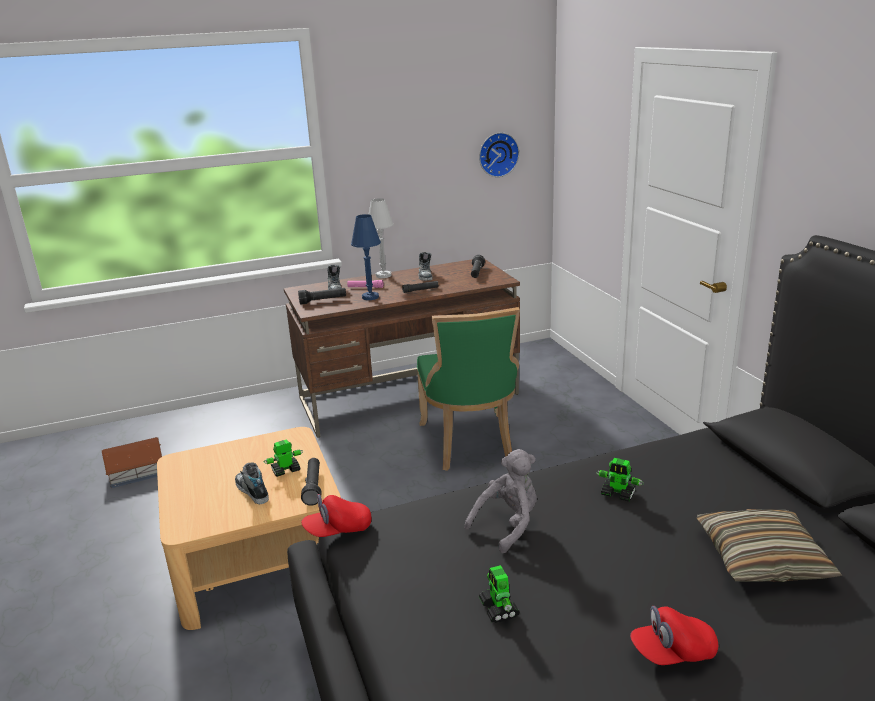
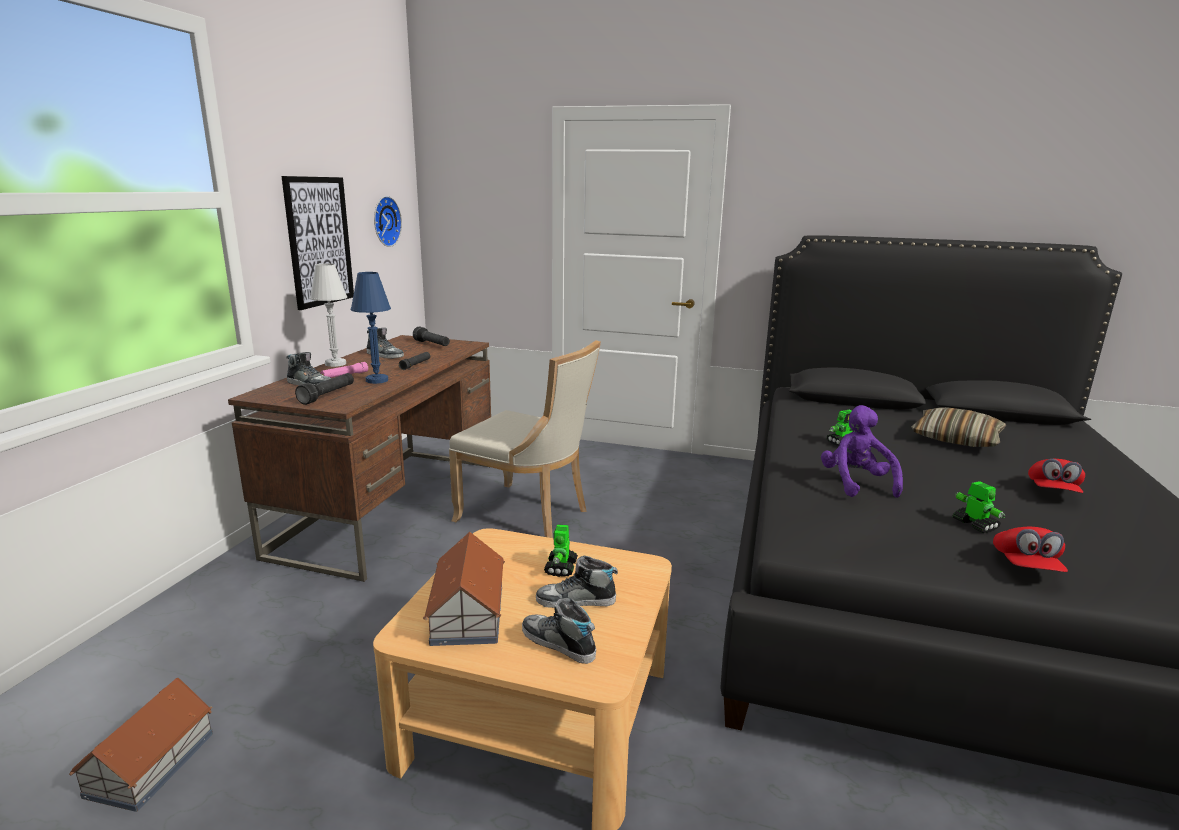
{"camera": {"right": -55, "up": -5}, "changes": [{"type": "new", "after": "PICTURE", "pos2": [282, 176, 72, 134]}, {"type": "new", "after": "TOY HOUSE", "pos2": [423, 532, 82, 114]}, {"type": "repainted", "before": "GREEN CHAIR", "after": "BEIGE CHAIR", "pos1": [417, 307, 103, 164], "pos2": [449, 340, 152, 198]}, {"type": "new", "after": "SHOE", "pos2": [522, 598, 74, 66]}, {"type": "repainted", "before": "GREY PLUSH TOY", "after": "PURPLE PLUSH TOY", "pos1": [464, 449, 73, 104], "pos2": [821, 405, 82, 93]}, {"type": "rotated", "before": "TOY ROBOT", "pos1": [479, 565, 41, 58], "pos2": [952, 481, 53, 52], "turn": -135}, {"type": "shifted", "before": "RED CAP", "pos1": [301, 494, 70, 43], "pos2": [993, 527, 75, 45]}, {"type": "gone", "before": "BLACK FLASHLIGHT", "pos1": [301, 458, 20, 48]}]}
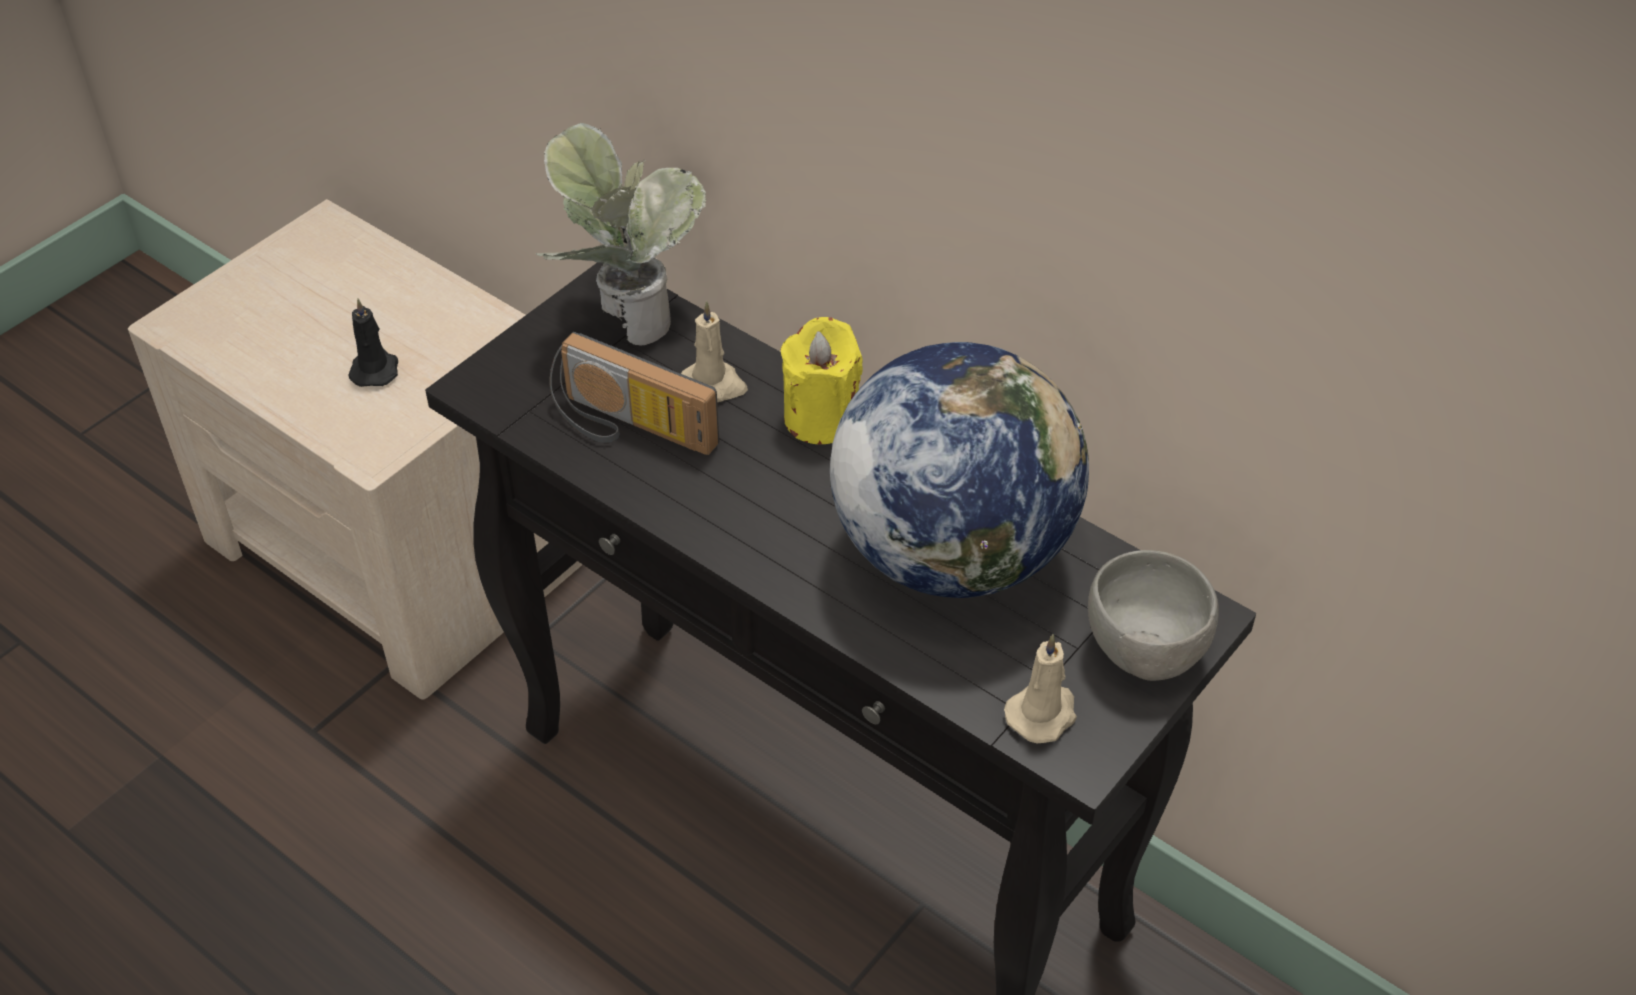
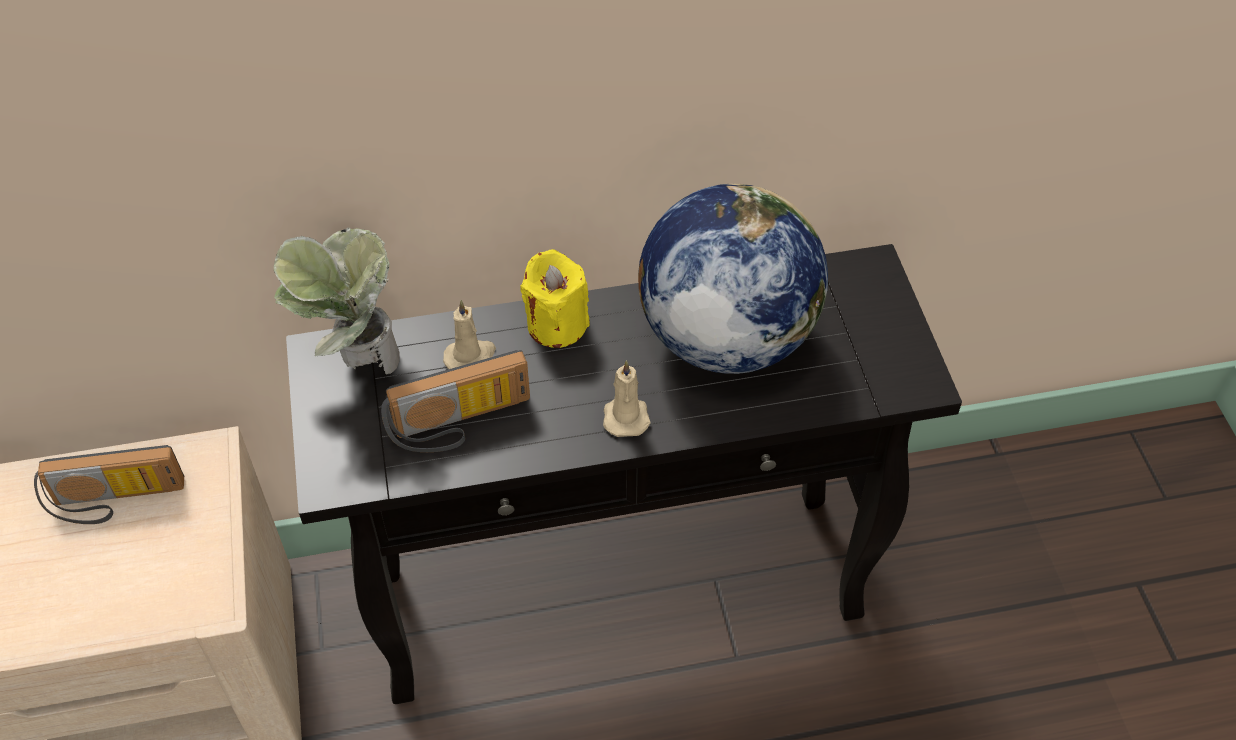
{"camera": {"right": -50, "up": 5}, "changes": [{"type": "new", "after": "RADIO", "pos2": [34, 445, 150, 79]}, {"type": "shifted", "before": "BEIGE CANDLE", "pos1": [1004, 634, 73, 109], "pos2": [603, 360, 48, 77]}, {"type": "gone", "before": "BLACK CANDLE", "pos1": [348, 298, 50, 89]}, {"type": "gone", "before": "GREY BOWL", "pos1": [1088, 550, 131, 131]}]}
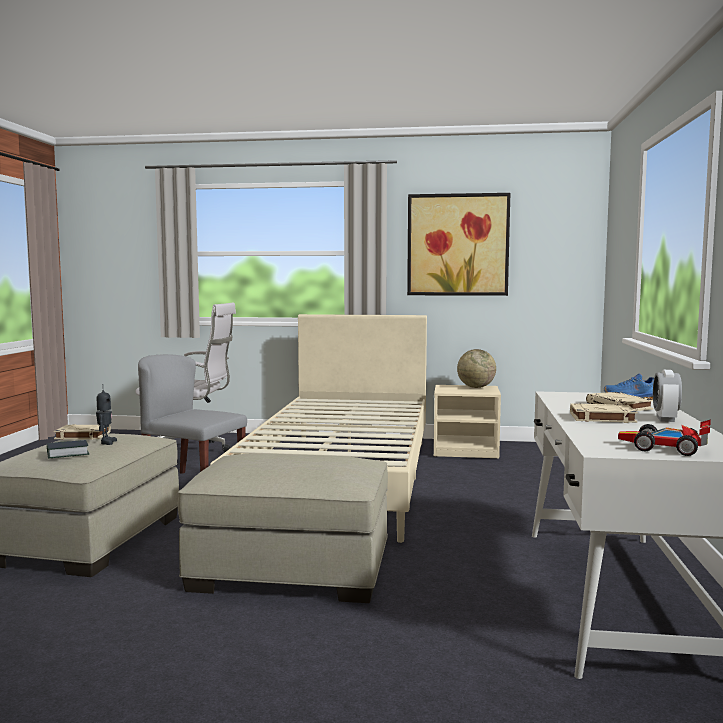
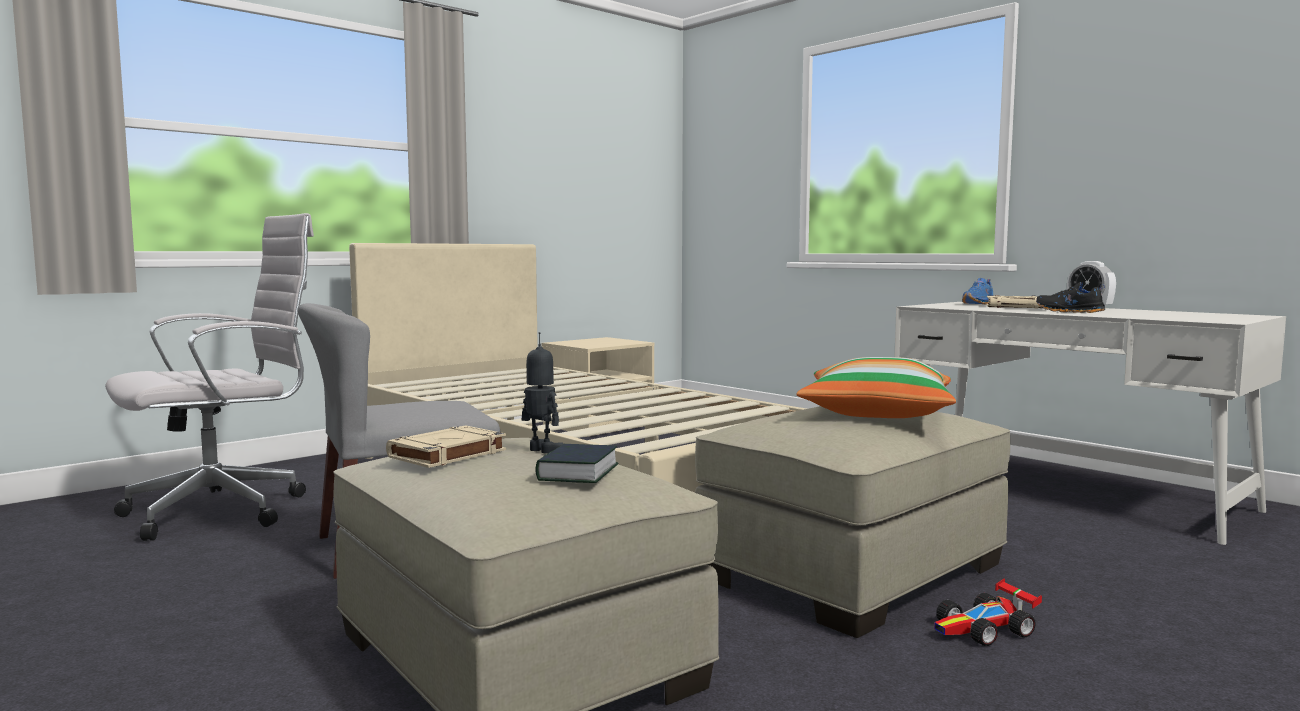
{"camera": {"right": -50, "up": 0}, "changes": [{"type": "new", "after": "PILLOW", "pos2": [797, 357, 159, 61]}, {"type": "shifted", "before": "TOY CAR", "pos1": [618, 419, 93, 37], "pos2": [934, 578, 108, 68]}, {"type": "swapped", "before": "BEIGE BOOK", "after": "BLACK SHOE", "pos1": [570, 403, 68, 20], "pos2": [1036, 282, 69, 31]}, {"type": "gone", "before": "PICTURE", "pos1": [407, 193, 103, 103]}, {"type": "gone", "before": "GLOBE", "pos1": [457, 349, 39, 39]}]}
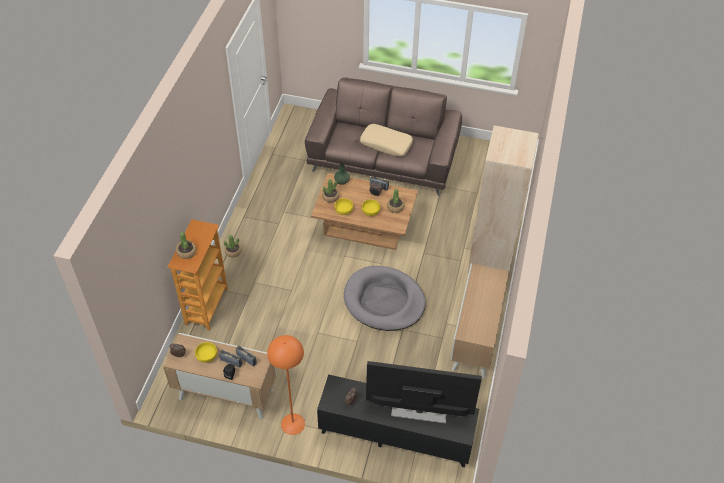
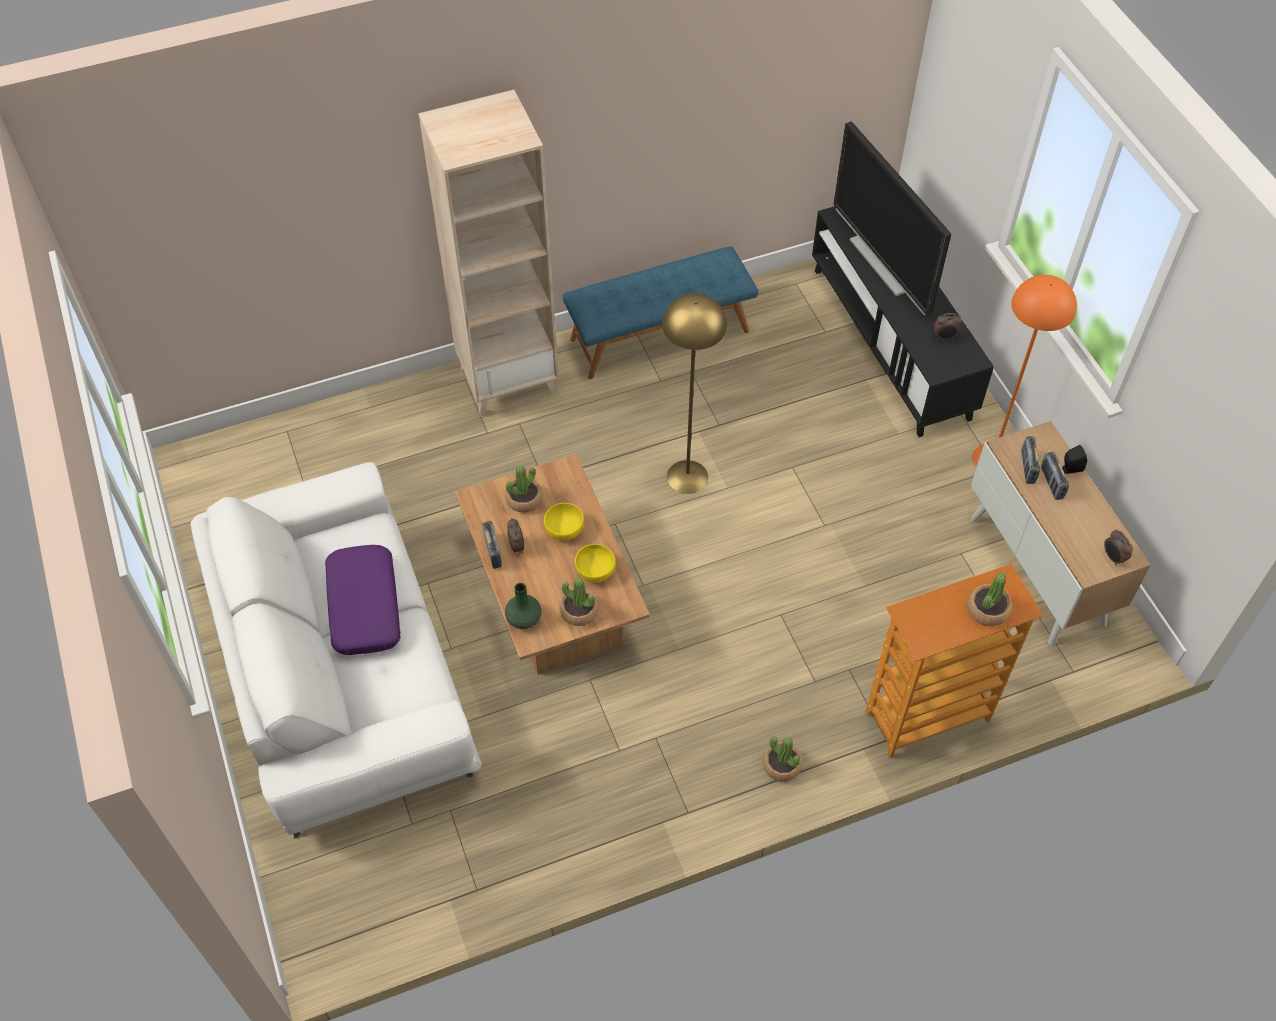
{"camera": {"right": -125, "up": 5}, "changes": [{"type": "repainted", "before": "BROWN SOFA", "after": "WHITE SOFA", "pos1": [305, 77, 157, 119], "pos2": [191, 462, 291, 377]}, {"type": "repainted", "before": "BEIGE PILLOW", "after": "PURPLE PILLOW", "pos1": [360, 124, 53, 33], "pos2": [325, 545, 76, 110]}, {"type": "swapped", "before": "CABINET", "after": "BLUE BENCH", "pos1": [450, 264, 59, 114], "pos2": [563, 246, 195, 133]}, {"type": "swapped", "before": "GREY DOG BED", "after": "YELLOW FLOOR LAMP", "pos1": [344, 266, 82, 65], "pos2": [662, 293, 65, 201]}, {"type": "gone", "before": "YELLOW BOWL", "pos1": [195, 342, 22, 21]}]}
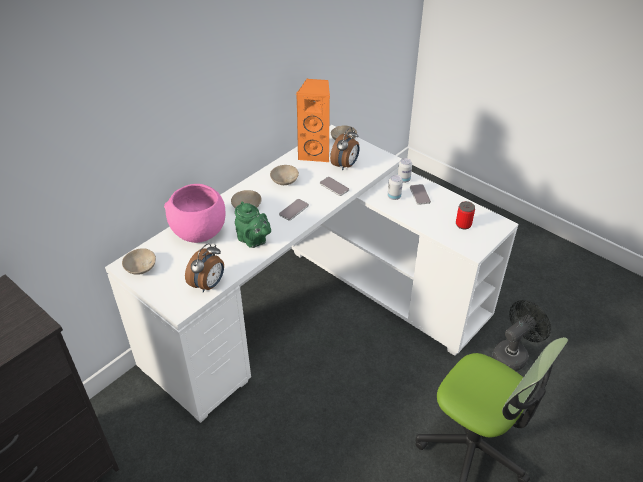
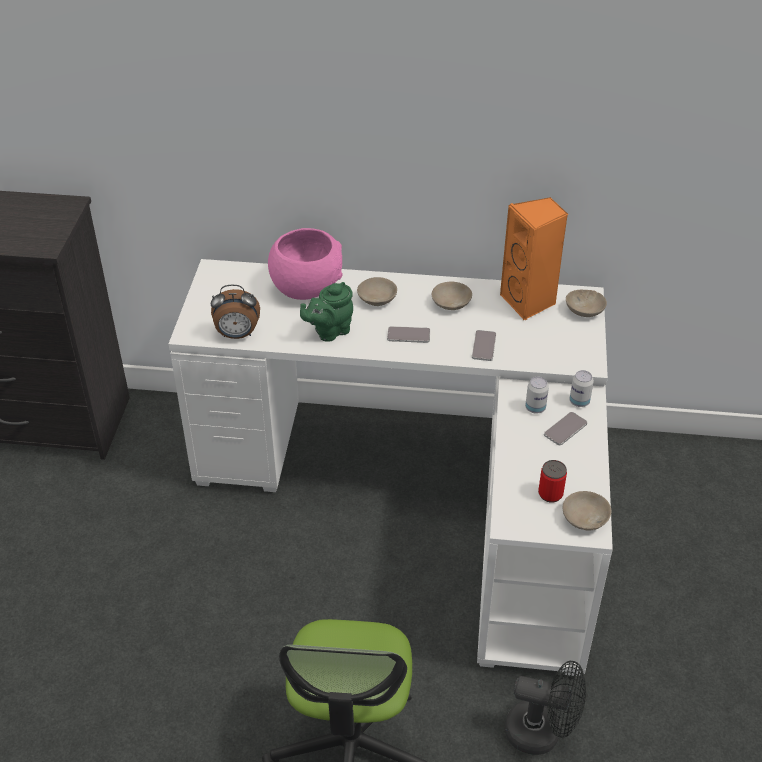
{"camera": {"right": 55, "up": 0}, "changes": [{"type": "rotated", "before": "GREEN TEAPOT", "pos1": [235, 201, 36, 47], "pos2": [300, 282, 53, 60], "turn": 45}, {"type": "shifted", "before": "BEIGE BOWL", "pos1": [122, 248, 34, 27], "pos2": [563, 491, 48, 40]}, {"type": "gone", "before": "ALARM CLOCK", "pos1": [330, 127, 30, 44]}]}
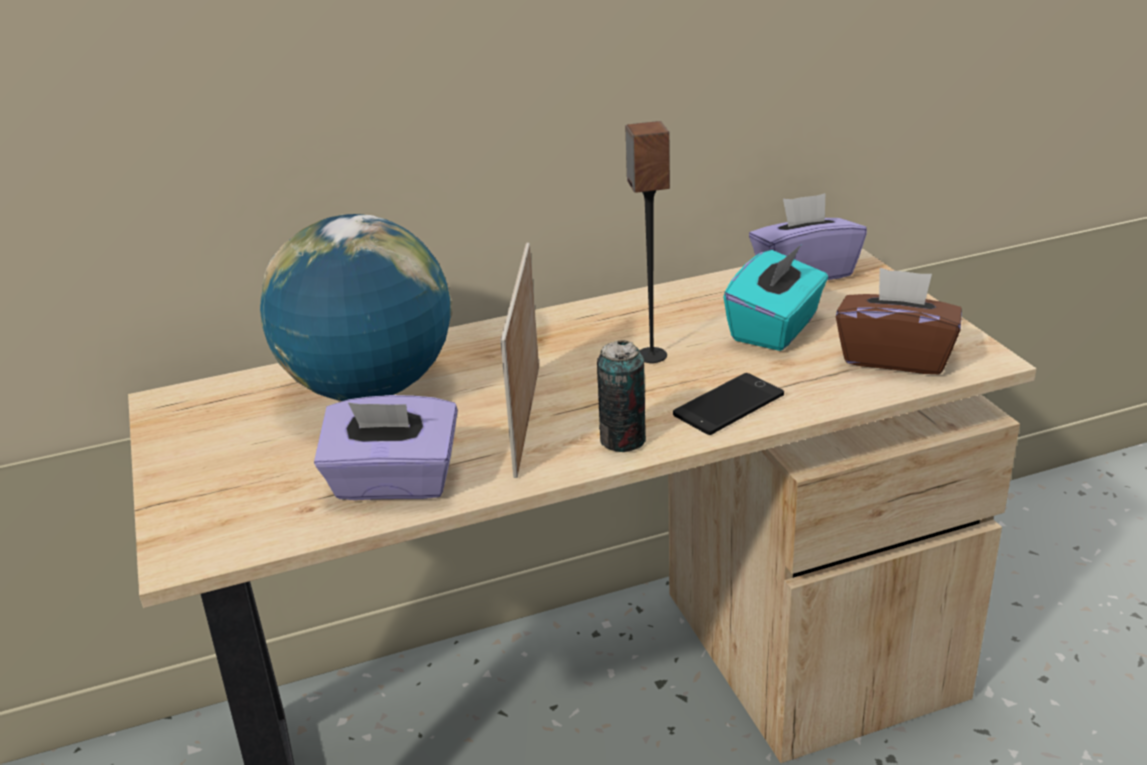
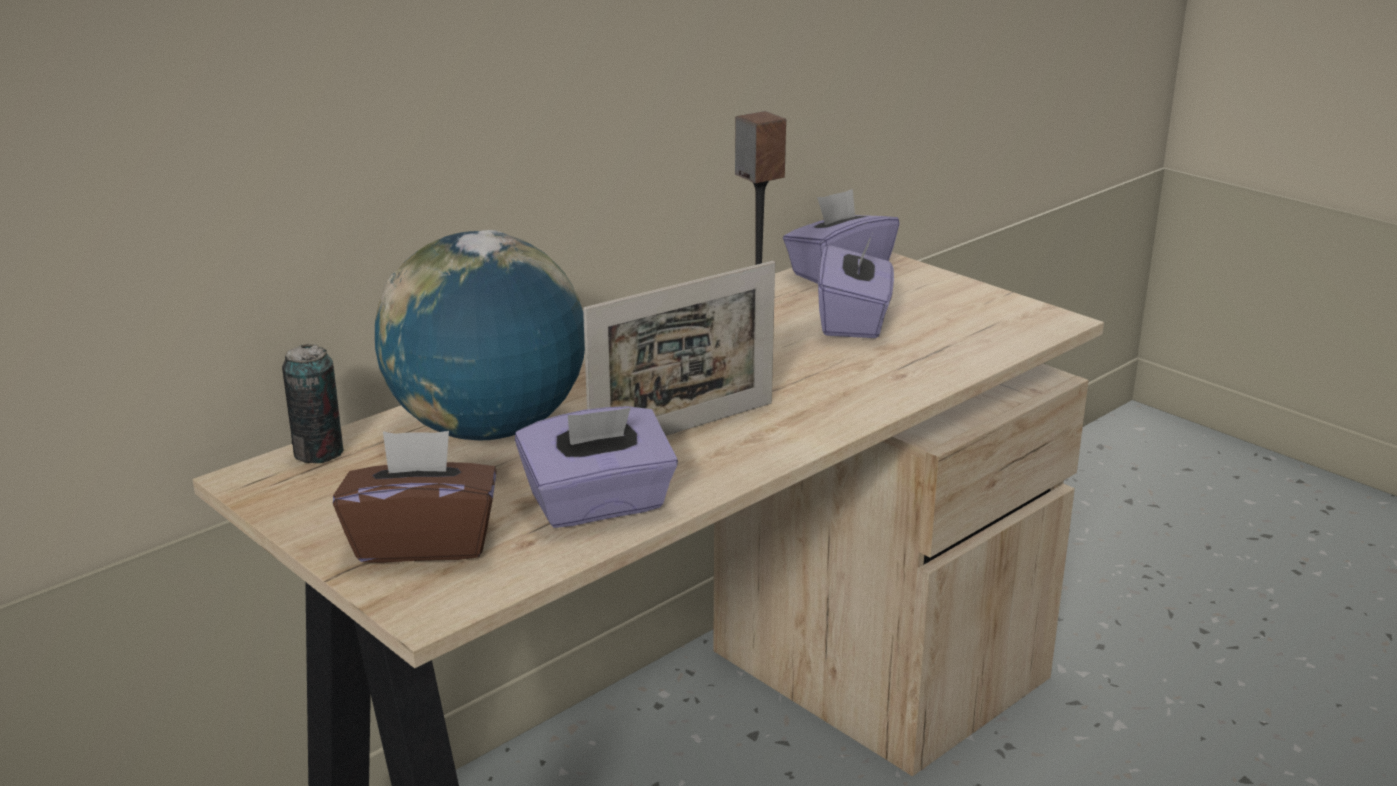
{"camera": {"right": -25, "up": -5}, "changes": [{"type": "shifted", "before": "CAN", "pos1": [597, 340, 49, 112], "pos2": [282, 344, 62, 119]}, {"type": "shifted", "before": "BROWN TISSUE BOX", "pos1": [836, 268, 126, 106], "pos2": [333, 431, 164, 132]}, {"type": "rotated", "before": "PICTURE FRAME", "pos1": [500, 243, 39, 235], "pos2": [583, 261, 192, 175], "turn": -105}, {"type": "repainted", "before": "TURQUOISE TISSUE BOX", "after": "PURPLE TISSUE BOX", "pos1": [723, 245, 105, 106], "pos2": [818, 233, 76, 105]}, {"type": "gone", "before": "PHONE", "pos1": [673, 373, 111, 62]}]}
